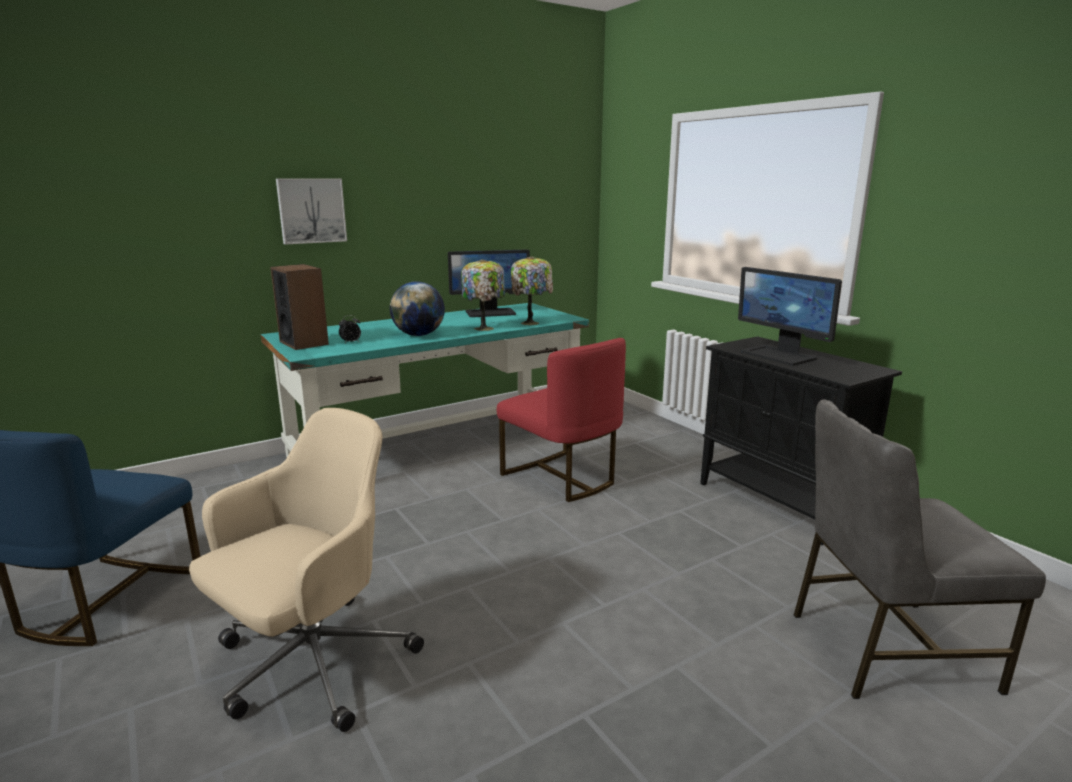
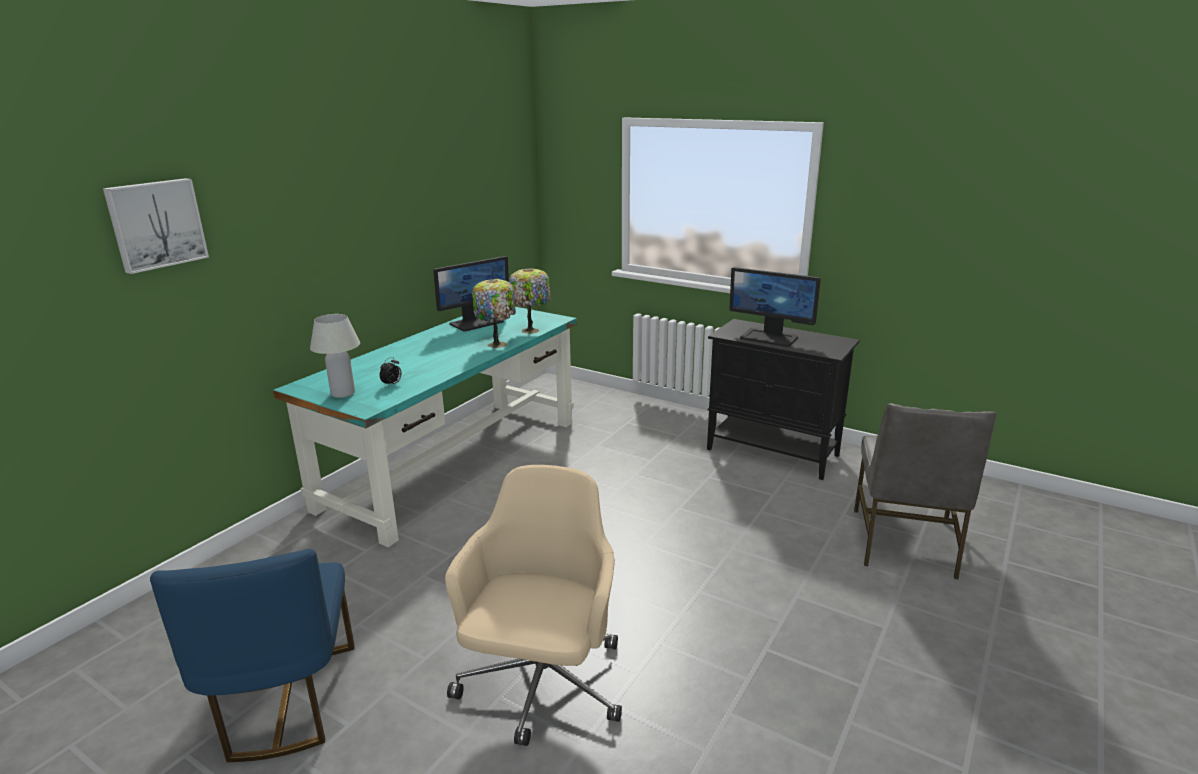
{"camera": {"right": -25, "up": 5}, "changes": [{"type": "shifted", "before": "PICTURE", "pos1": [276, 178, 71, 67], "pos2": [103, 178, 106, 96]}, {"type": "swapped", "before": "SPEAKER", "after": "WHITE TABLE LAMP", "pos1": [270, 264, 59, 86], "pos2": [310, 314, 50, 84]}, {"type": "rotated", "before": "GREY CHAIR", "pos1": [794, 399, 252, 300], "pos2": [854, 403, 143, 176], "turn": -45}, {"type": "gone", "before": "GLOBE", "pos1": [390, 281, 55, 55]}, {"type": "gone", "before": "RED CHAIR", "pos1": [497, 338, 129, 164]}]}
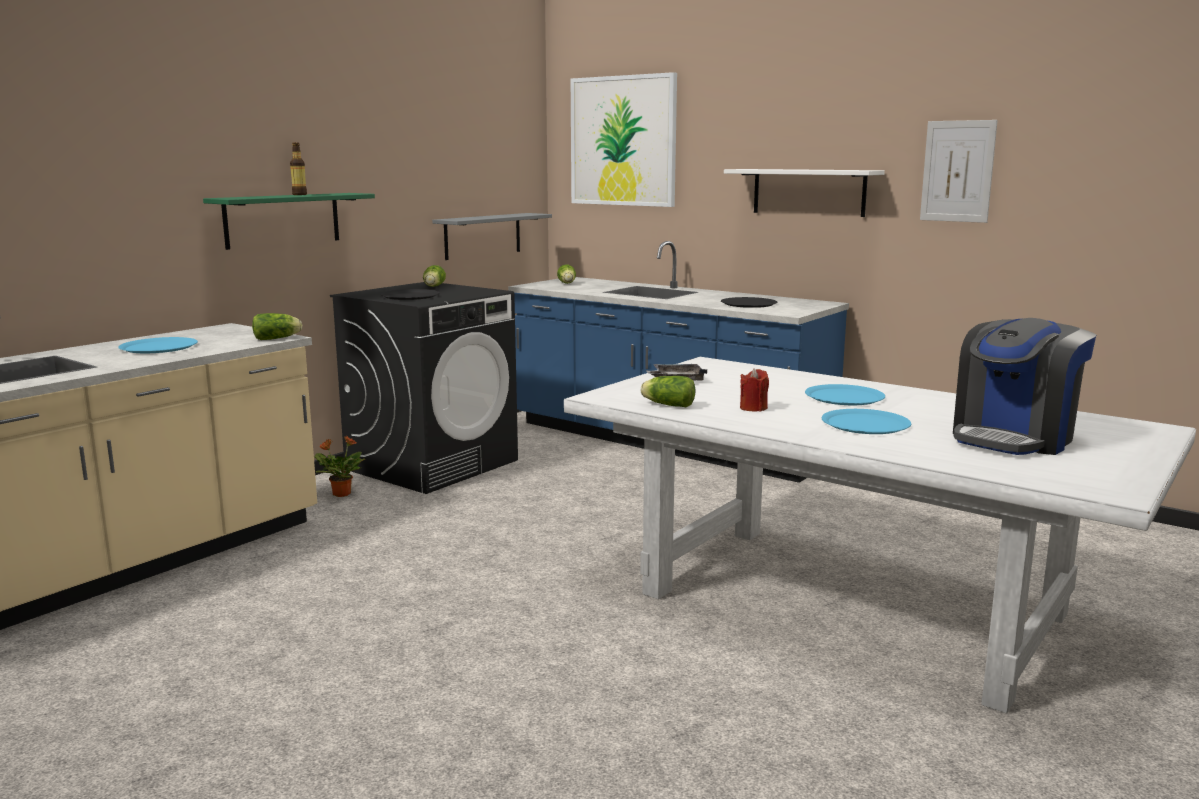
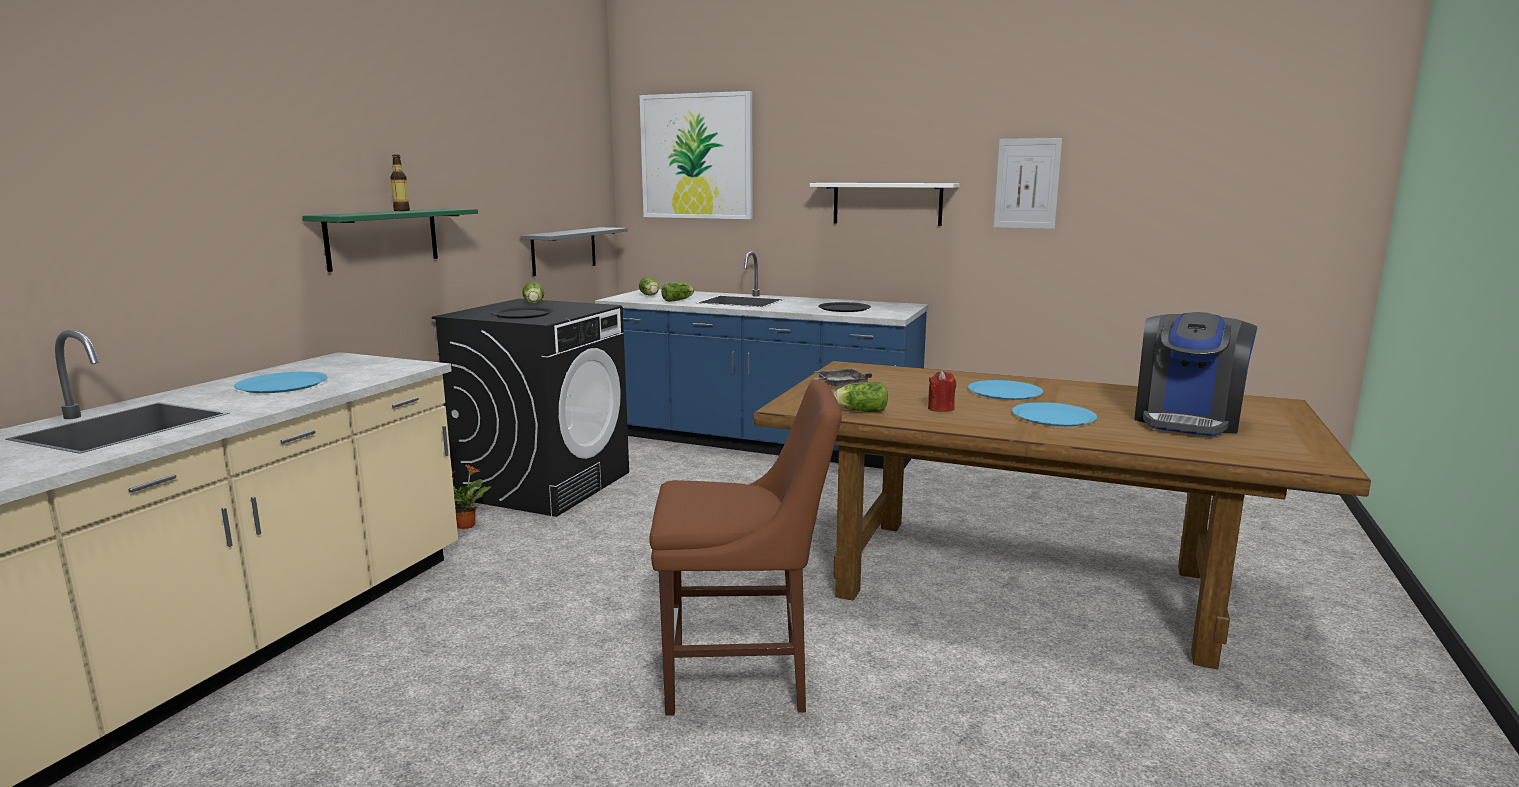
{"camera": {"right": -15, "up": 0}, "changes": [{"type": "new", "after": "BROWN CHAIR", "pos2": [649, 380, 193, 336]}, {"type": "shifted", "before": "LETTUCE", "pos1": [252, 313, 50, 27], "pos2": [661, 282, 33, 20]}, {"type": "repainted", "before": "WHITE DINING TABLE", "after": "BROWN DINING TABLE", "pos1": [564, 357, 632, 356], "pos2": [754, 361, 617, 308]}]}
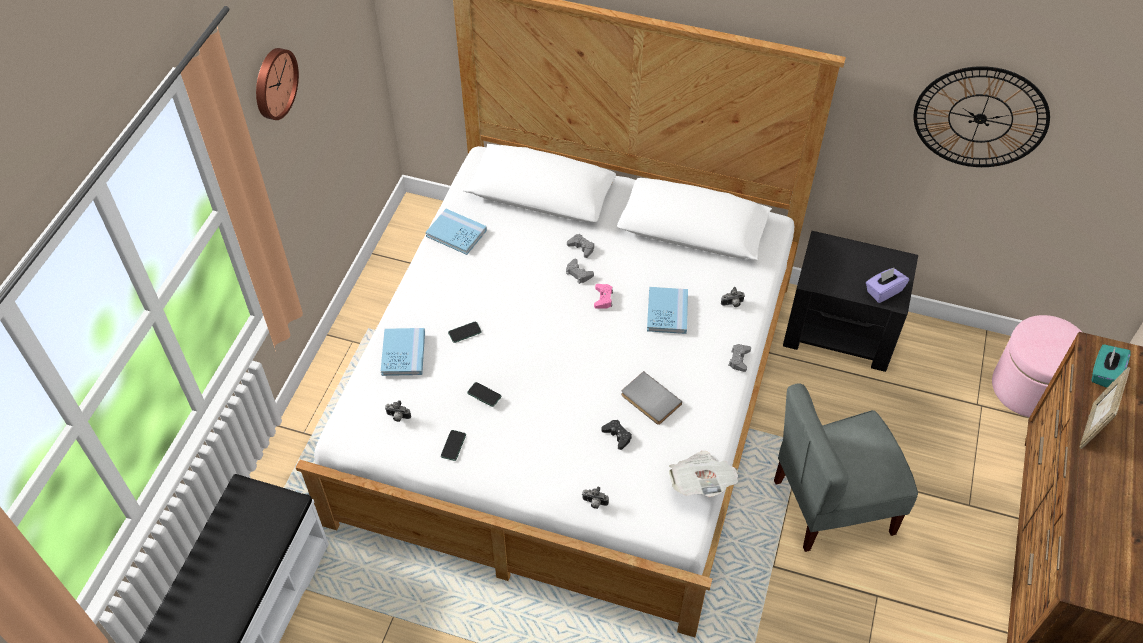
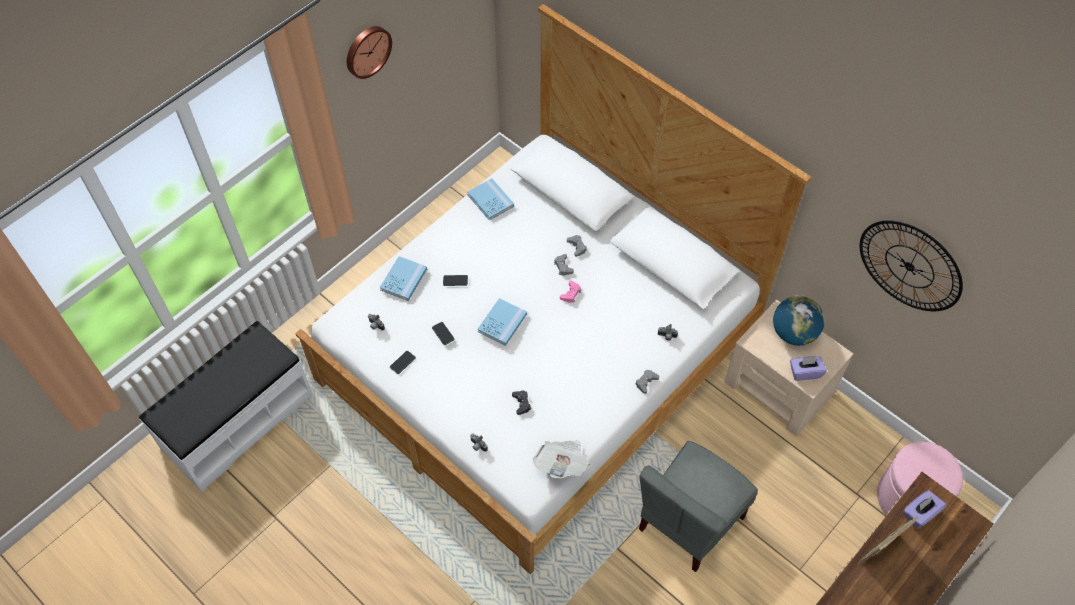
{"camera": {"right": 25, "up": 5}, "changes": [{"type": "shifted", "before": "BLUE BOOK", "pos1": [647, 287, 41, 47], "pos2": [478, 298, 49, 48]}, {"type": "rotated", "before": "GREY CHAIR", "pos1": [774, 383, 144, 169], "pos2": [639, 441, 119, 131], "turn": -60}, {"type": "repainted", "before": "BLACK NIGHTSTAND", "after": "BEIGE NIGHTSTAND", "pos1": [783, 231, 135, 141], "pos2": [724, 300, 129, 136]}, {"type": "new", "after": "GLOBE", "pos2": [773, 295, 52, 51]}, {"type": "repainted", "before": "TURQUOISE TISSUE BOX", "after": "PURPLE TISSUE BOX", "pos1": [1091, 344, 40, 44], "pos2": [903, 490, 44, 39]}, {"type": "gone", "before": "GREY BOOK", "pos1": [621, 371, 61, 54]}]}
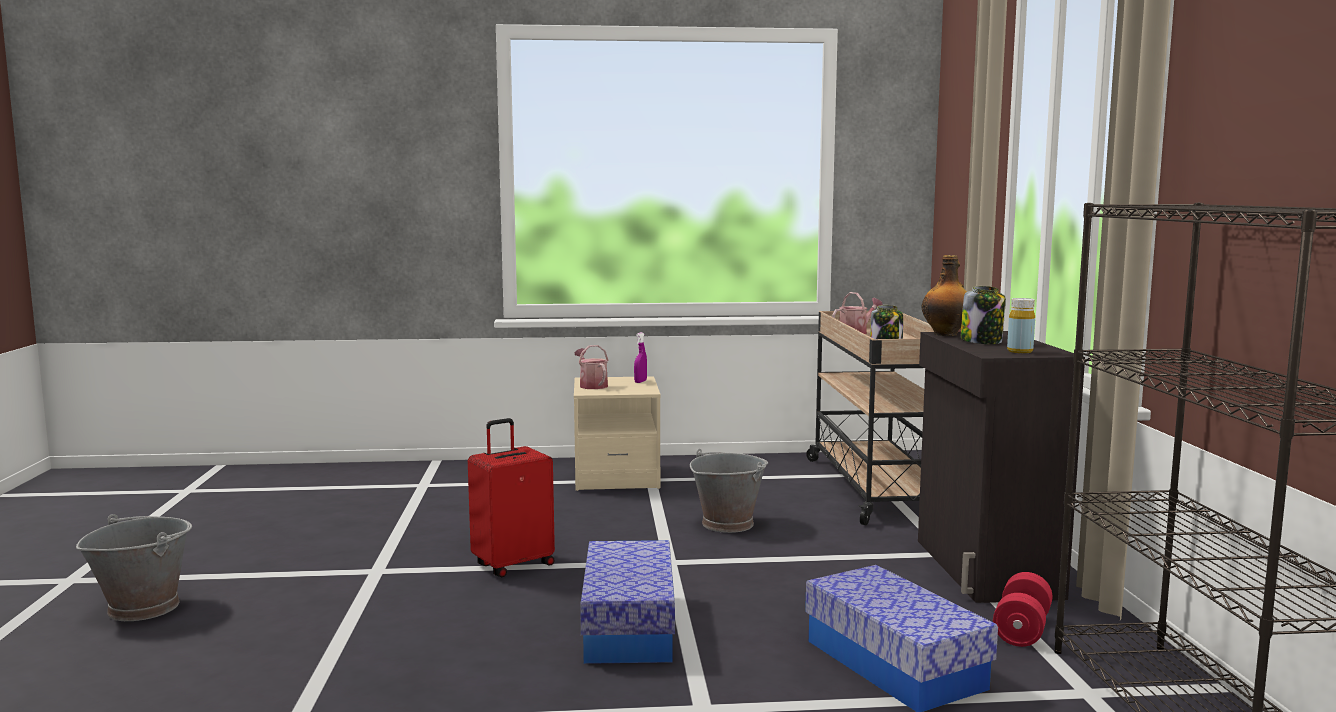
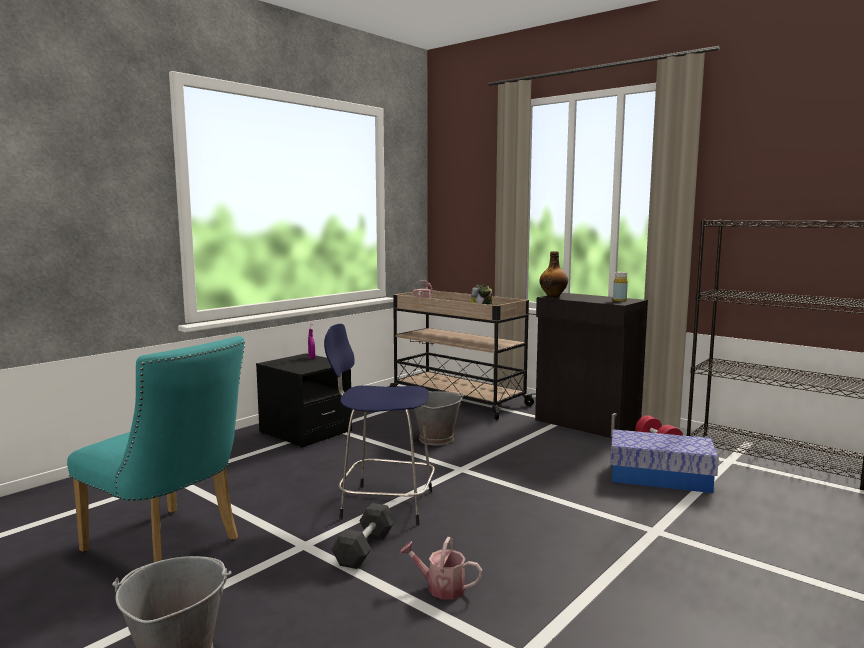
{"camera": {"right": -45, "up": 0}, "changes": [{"type": "new", "after": "TURQUOISE CHAIR", "pos2": [67, 336, 178, 226]}, {"type": "repainted", "before": "BEIGE NIGHTSTAND", "after": "BLACK NIGHTSTAND", "pos1": [574, 376, 87, 115], "pos2": [256, 353, 96, 95]}, {"type": "swapped", "before": "RED SUITCASE", "after": "BLUE STOOL", "pos1": [468, 418, 87, 159], "pos2": [324, 324, 111, 202]}, {"type": "new", "after": "GREY DUMBBELL", "pos2": [331, 503, 65, 66]}, {"type": "shifted", "before": "WATERING CAN", "pos1": [574, 345, 34, 44], "pos2": [400, 537, 82, 63]}, {"type": "gone", "before": "STORAGE BOX", "pos1": [580, 540, 95, 124]}, {"type": "gone", "before": "JAR", "pos1": [960, 286, 46, 58]}]}
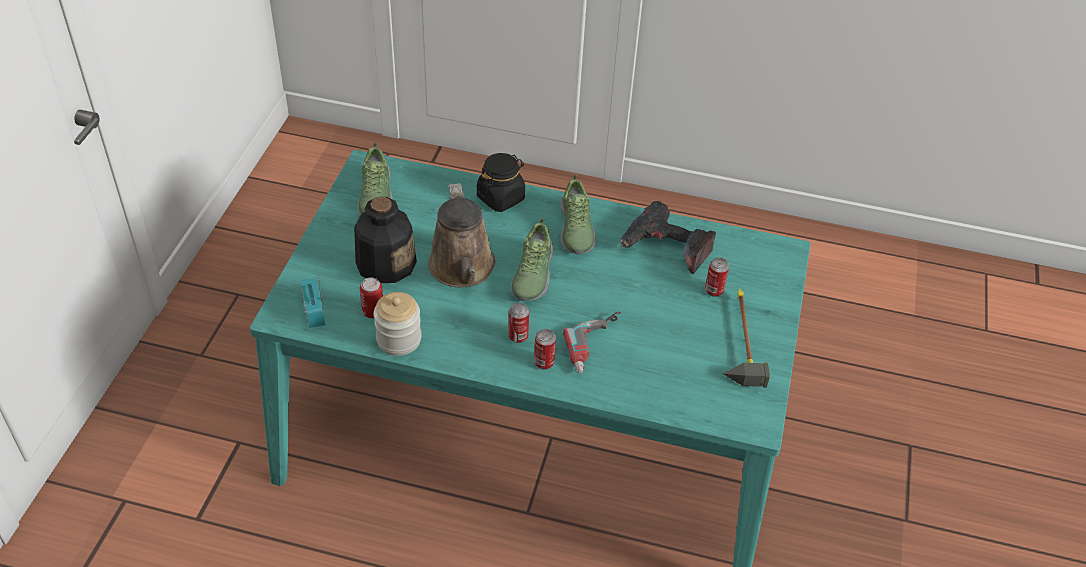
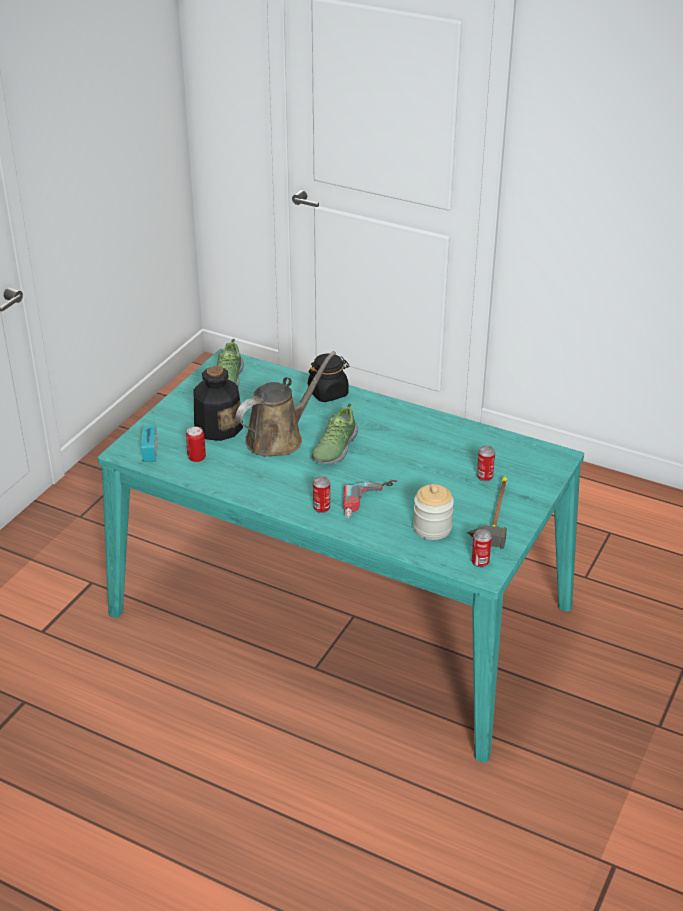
{"camera": {"right": 15, "up": -10}, "changes": [{"type": "rotated", "before": "BROWN WATERING CAN", "pos1": [428, 183, 67, 104], "pos2": [236, 351, 100, 106], "turn": -135}, {"type": "shifted", "before": "JAR", "pos1": [374, 292, 47, 64], "pos2": [413, 484, 41, 56]}, {"type": "shifted", "before": "CAN", "pos1": [508, 303, 21, 40], "pos2": [471, 529, 21, 38]}, {"type": "gone", "before": "SHOE", "pos1": [560, 175, 36, 80]}, {"type": "gone", "before": "POWER DRILL", "pos1": [621, 201, 95, 73]}]}
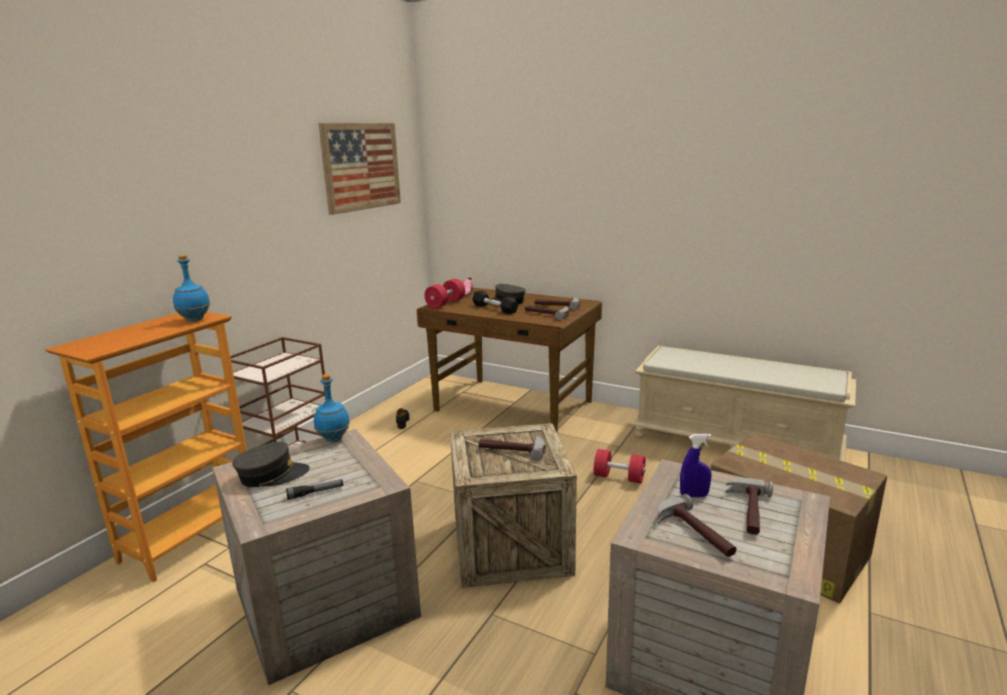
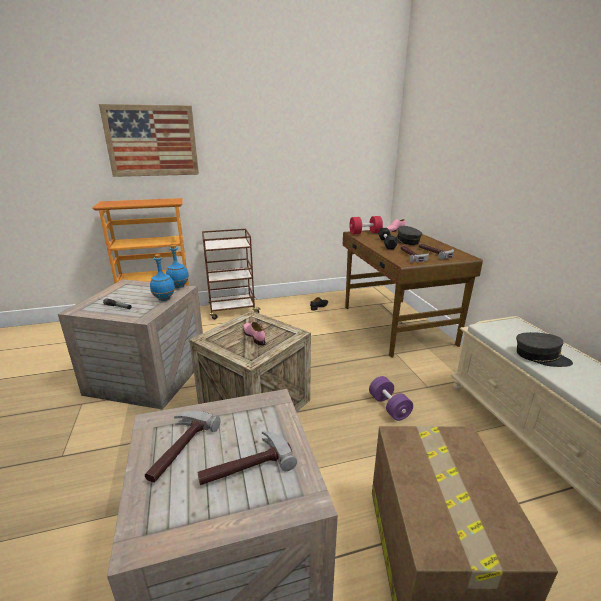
{"camera": {"right": 45, "up": 5}, "changes": [{"type": "shifted", "before": "PICTURE", "pos1": [318, 123, 83, 92], "pos2": [99, 104, 100, 73]}, {"type": "shifted", "before": "BLUE BOTTLE", "pos1": [173, 255, 37, 67], "pos2": [150, 254, 25, 47]}, {"type": "swapped", "before": "HAMMER", "after": "PINK SHOE", "pos1": [478, 435, 68, 26], "pos2": [243, 322, 23, 23]}, {"type": "repainted", "before": "RED DUMBBELL", "after": "PURPLE DUMBBELL", "pos1": [594, 449, 52, 34], "pos2": [369, 376, 44, 45]}, {"type": "shifted", "before": "GREY CAP", "pos1": [232, 442, 78, 45], "pos2": [516, 332, 57, 35]}, {"type": "gone", "before": "BLUE SPRAY BOTTLE", "pos1": [680, 434, 31, 63]}]}
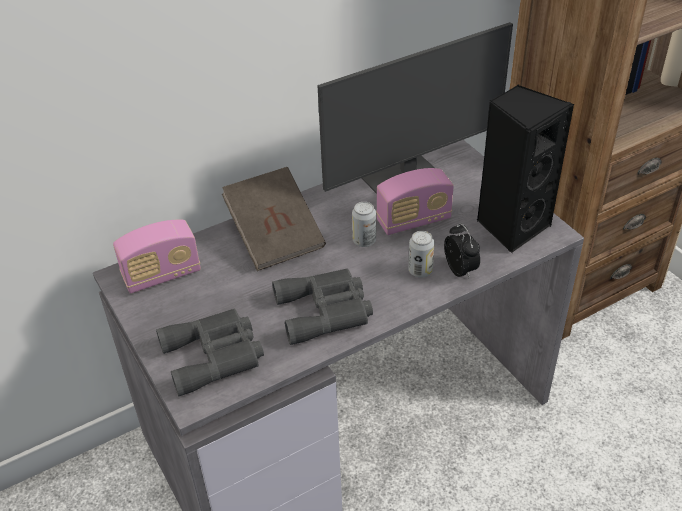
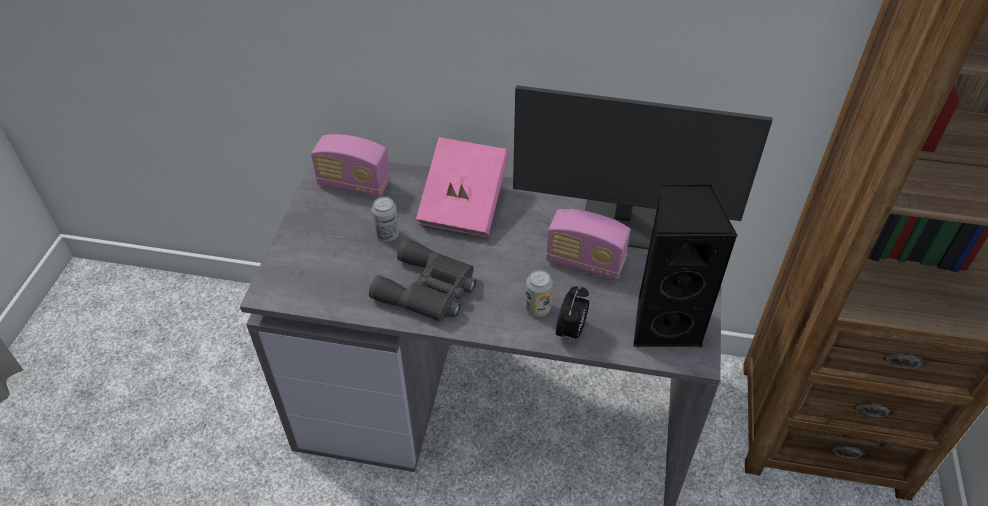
{"camera": {"right": 40, "up": 5}, "changes": [{"type": "shifted", "before": "CAN", "pos1": [352, 202, 24, 45], "pos2": [372, 197, 27, 45]}, {"type": "repainted", "before": "BROWN BOOK", "after": "PINK BOOK", "pos1": [222, 167, 104, 104], "pos2": [416, 137, 93, 100]}, {"type": "gone", "before": "GREY BINOCULARS", "pos1": [156, 308, 108, 88]}]}
